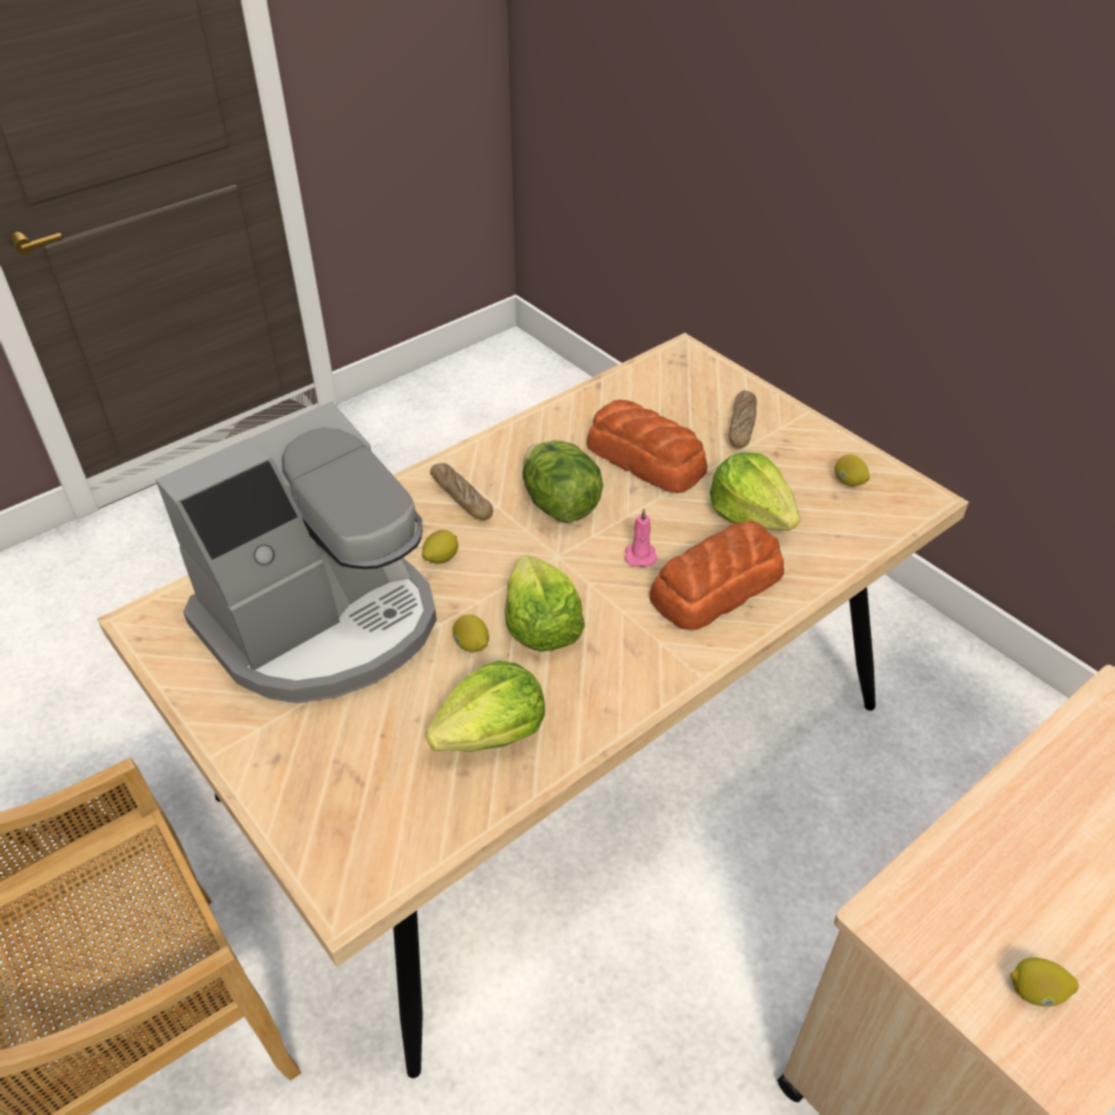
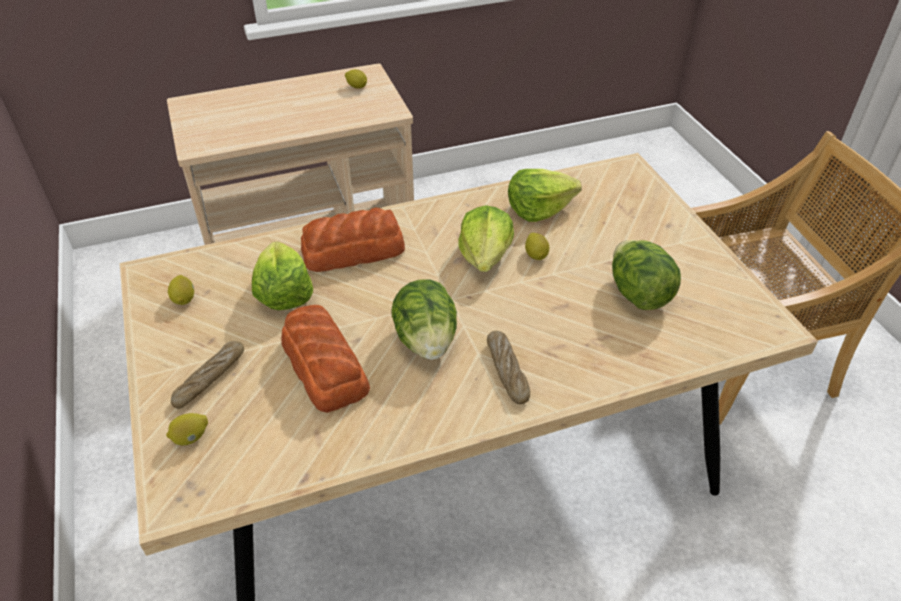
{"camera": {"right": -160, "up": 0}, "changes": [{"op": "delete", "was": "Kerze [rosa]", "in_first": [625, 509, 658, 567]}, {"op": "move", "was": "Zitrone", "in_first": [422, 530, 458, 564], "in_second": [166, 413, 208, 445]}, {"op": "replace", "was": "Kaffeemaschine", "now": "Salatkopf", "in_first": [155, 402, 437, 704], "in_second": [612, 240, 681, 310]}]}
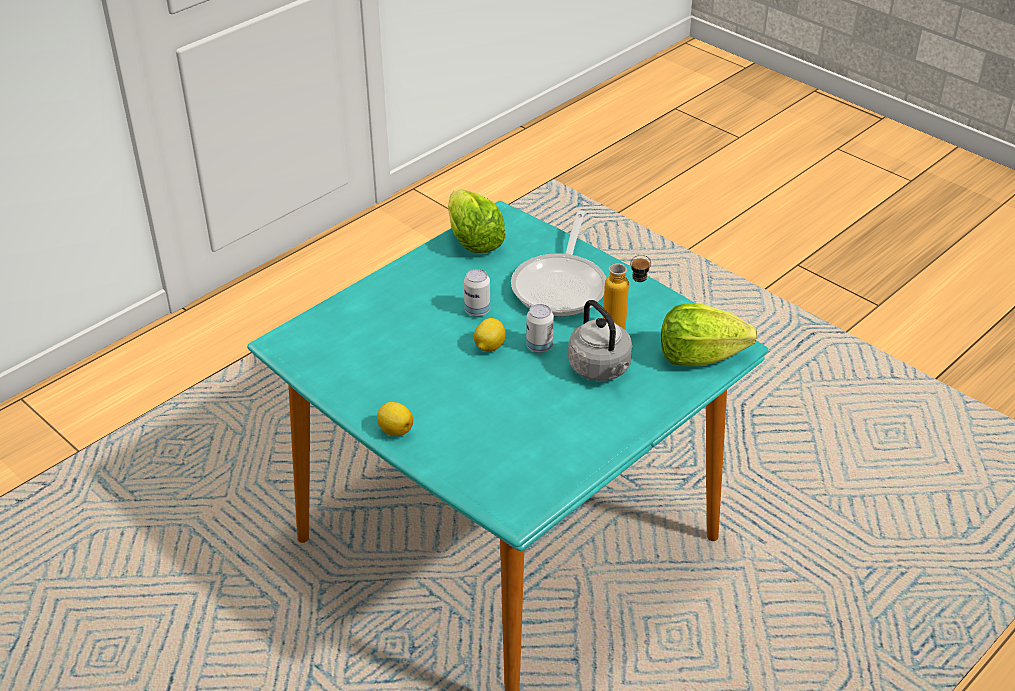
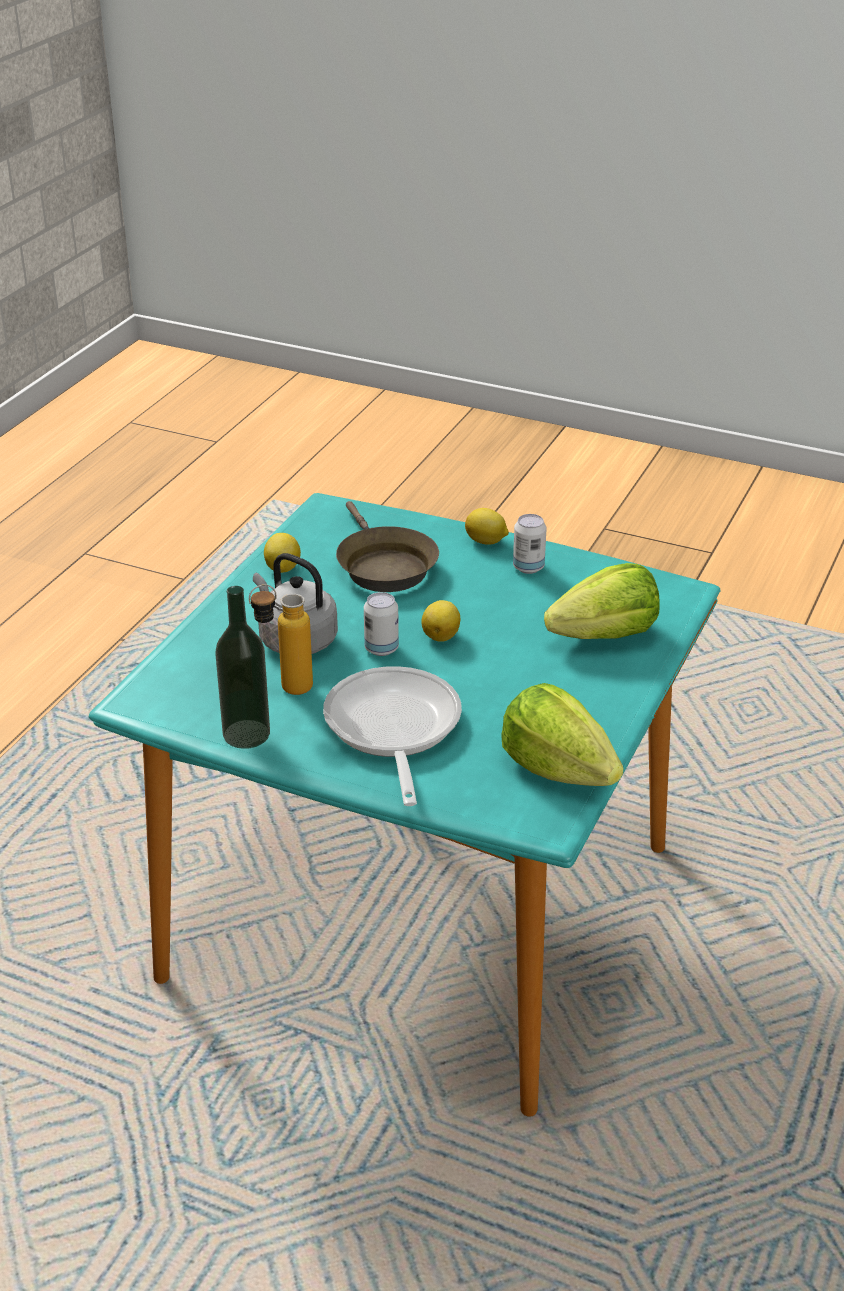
{"camera": {"right": 160, "up": -5}, "changes": [{"op": "insert", "now": "Flasche", "in_second": [215, 586, 270, 749]}, {"op": "insert", "now": "Zitrone", "in_second": [264, 533, 301, 573]}, {"op": "insert", "now": "Pfanne [braun]", "in_second": [336, 501, 439, 592]}, {"op": "move", "was": "Dose", "in_first": [464, 269, 490, 317], "in_second": [513, 514, 547, 574]}, {"op": "move", "was": "Salatkopf", "in_first": [661, 304, 758, 366], "in_second": [544, 563, 660, 639]}]}
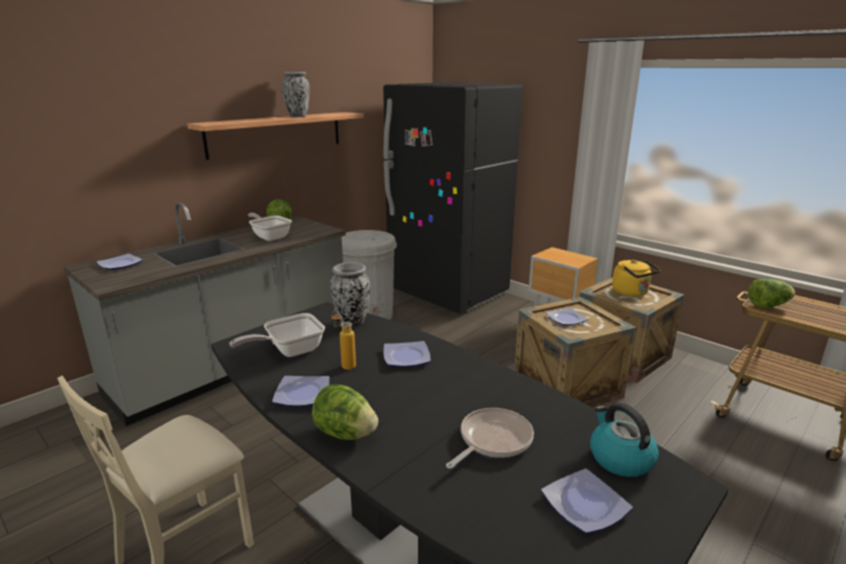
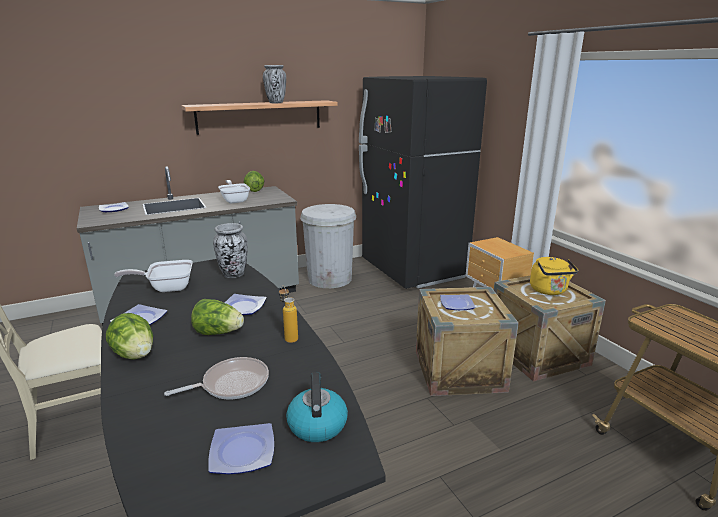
{"camera": {"right": 20, "up": 0}, "changes": [{"op": "move", "was": "Flasche", "in_first": [331, 310, 356, 370], "in_second": [279, 285, 298, 343]}, {"op": "move", "was": "Salatkopf", "in_first": [748, 279, 795, 308], "in_second": [191, 299, 244, 335]}]}
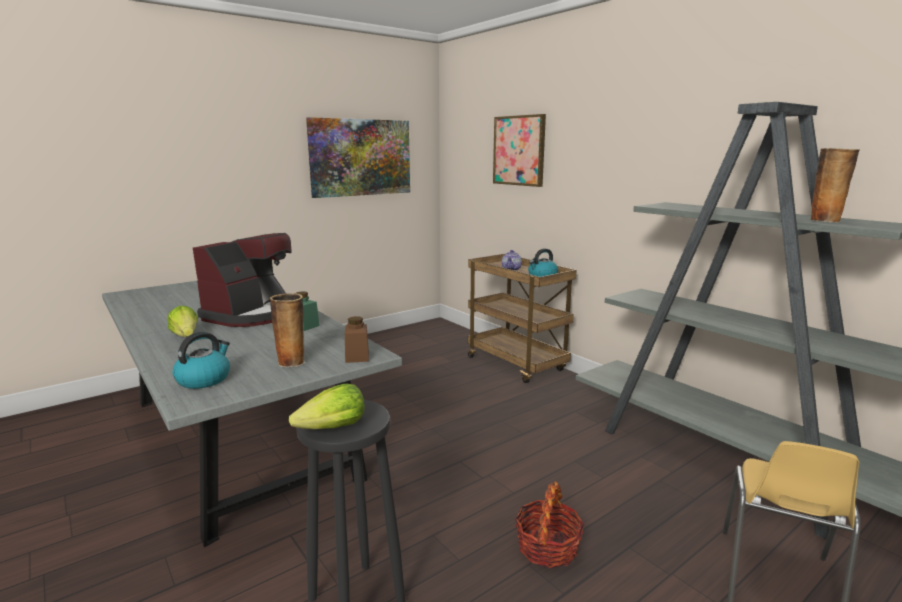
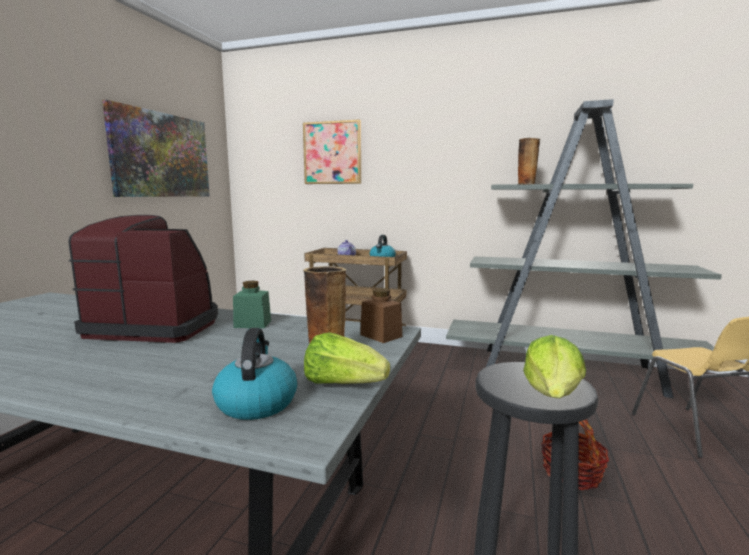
{"camera": {"right": -35, "up": -5}, "changes": [{"op": "move", "was": "Salatkopf", "in_first": [168, 306, 198, 337], "in_second": [304, 332, 390, 384]}, {"op": "move", "was": "Vase", "in_first": [810, 148, 860, 223], "in_second": [518, 138, 540, 184]}, {"op": "rotate", "was": "Kaffeemaschine", "in_first": [193, 233, 292, 327], "in_second": [68, 215, 218, 343], "clockwise": -75}]}
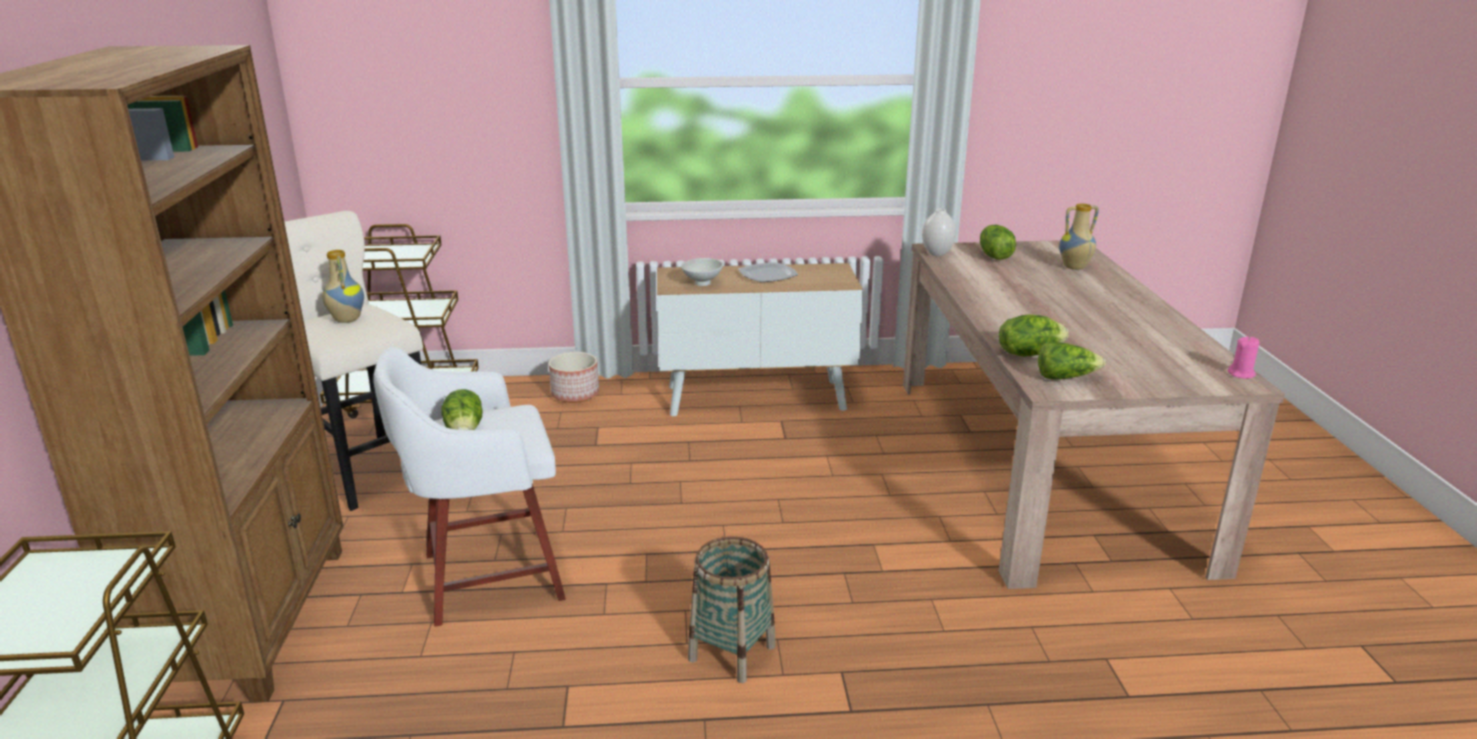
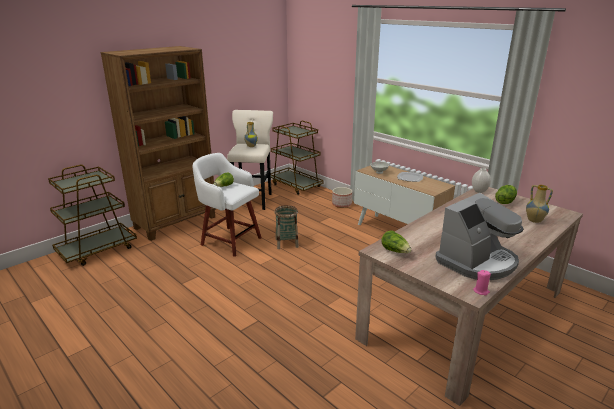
{"camera": {"right": 50, "up": 0}, "changes": [{"op": "delete", "was": "Salatkopf", "in_first": [999, 314, 1068, 357]}, {"op": "insert", "now": "Kaffeemaschine", "in_second": [435, 193, 523, 280]}, {"op": "move", "was": "Korb", "in_first": [688, 536, 776, 683], "in_second": [275, 205, 299, 249]}]}
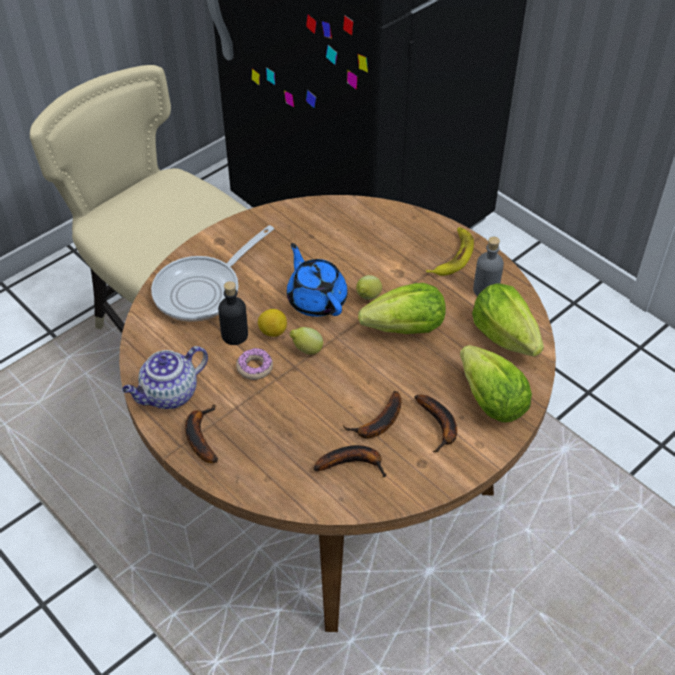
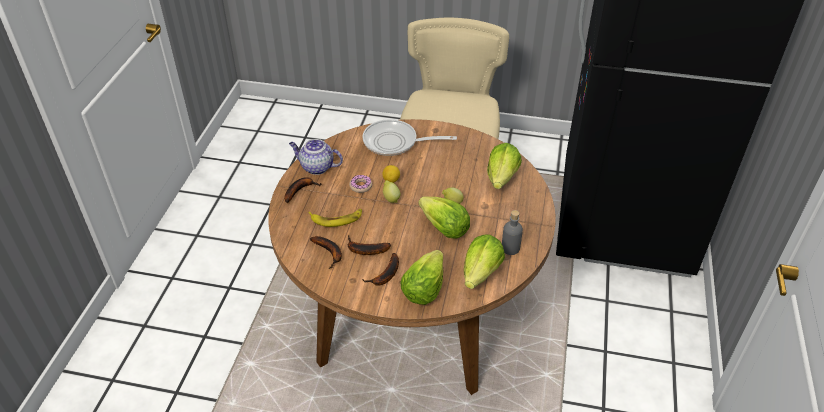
{"camera": {"right": 55, "up": -5}, "changes": [{"op": "delete", "was": "Flasche [schwarz]", "in_first": [218, 281, 248, 345]}, {"op": "delete", "was": "Teekanne [blau]", "in_first": [287, 243, 348, 317]}, {"op": "insert", "now": "Salatkopf", "in_second": [487, 143, 522, 189]}, {"op": "move", "was": "Banane", "in_first": [426, 227, 474, 276], "in_second": [308, 209, 362, 227]}]}
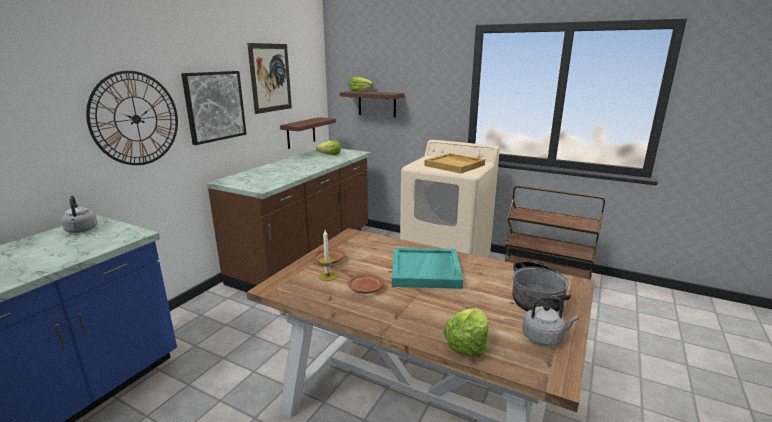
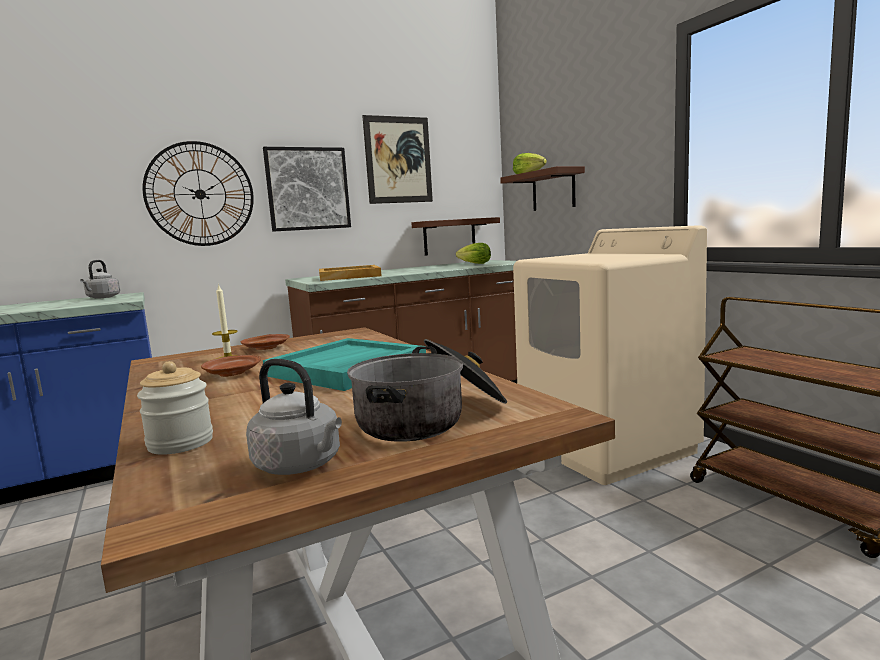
{"camera": {"right": 35, "up": -10}, "changes": [{"op": "move", "was": "Tablett [beige]", "in_first": [424, 153, 485, 174], "in_second": [319, 265, 381, 281]}, {"op": "replace", "was": "Salatkopf", "now": "Vorratsglas", "in_first": [443, 308, 489, 356], "in_second": [137, 361, 213, 455]}]}
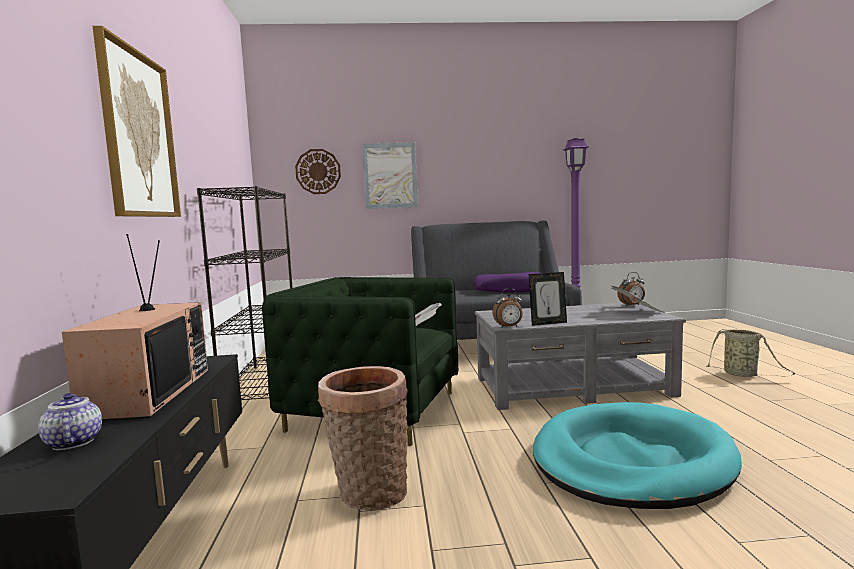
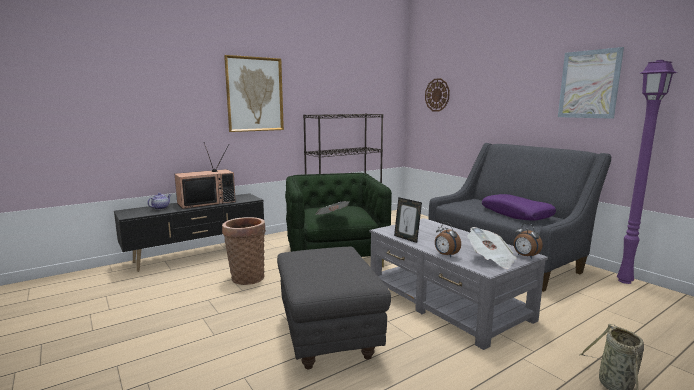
{"camera": {"right": 60, "up": 5}, "changes": [{"op": "move", "was": "Bild", "in_first": [362, 142, 418, 209], "in_second": [558, 47, 624, 119]}, {"op": "move", "was": "Wecker", "in_first": [492, 288, 523, 328], "in_second": [435, 222, 461, 257]}, {"op": "replace", "was": "Hundebett [türkis]", "now": "Polsterhocker [grau]", "in_first": [533, 402, 742, 509], "in_second": [277, 247, 391, 369]}]}
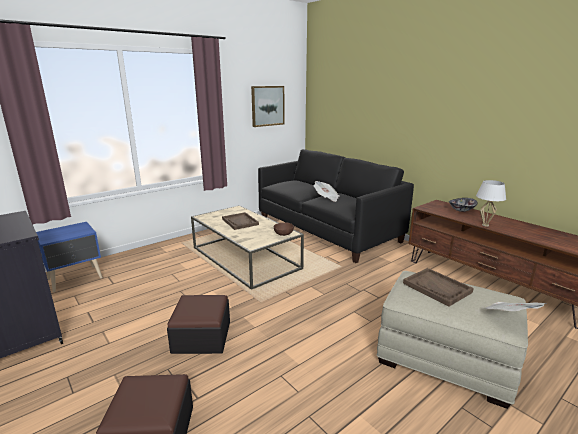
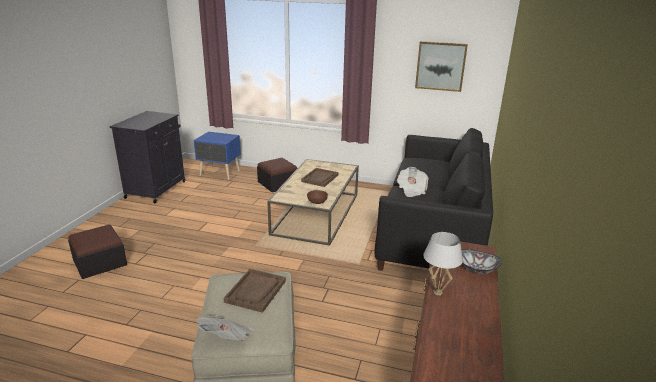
{"camera": {"right": 55, "up": 5}, "changes": [{"op": "move", "was": "Polsterhocker", "in_first": [167, 295, 230, 354], "in_second": [257, 158, 297, 192]}]}
